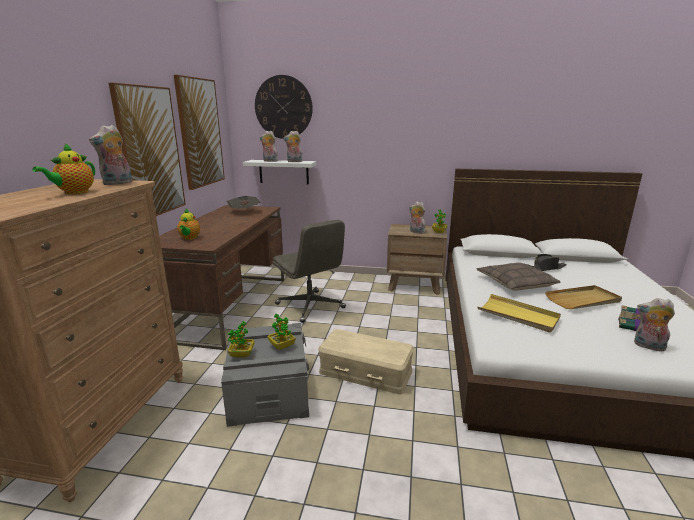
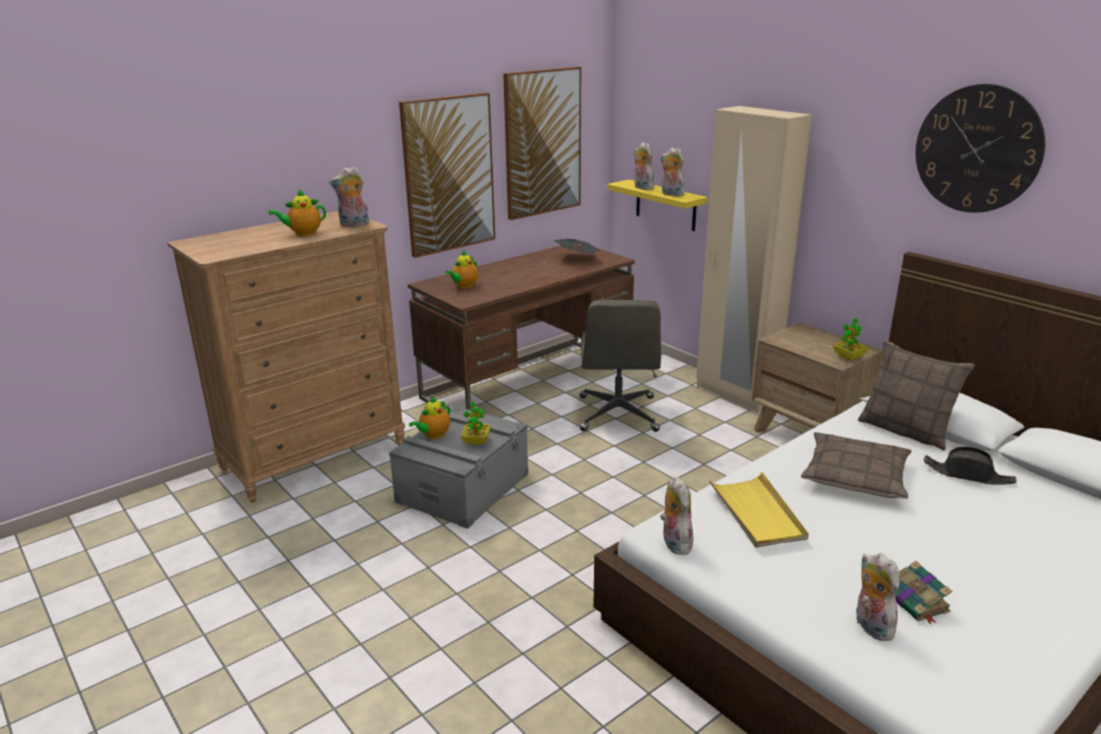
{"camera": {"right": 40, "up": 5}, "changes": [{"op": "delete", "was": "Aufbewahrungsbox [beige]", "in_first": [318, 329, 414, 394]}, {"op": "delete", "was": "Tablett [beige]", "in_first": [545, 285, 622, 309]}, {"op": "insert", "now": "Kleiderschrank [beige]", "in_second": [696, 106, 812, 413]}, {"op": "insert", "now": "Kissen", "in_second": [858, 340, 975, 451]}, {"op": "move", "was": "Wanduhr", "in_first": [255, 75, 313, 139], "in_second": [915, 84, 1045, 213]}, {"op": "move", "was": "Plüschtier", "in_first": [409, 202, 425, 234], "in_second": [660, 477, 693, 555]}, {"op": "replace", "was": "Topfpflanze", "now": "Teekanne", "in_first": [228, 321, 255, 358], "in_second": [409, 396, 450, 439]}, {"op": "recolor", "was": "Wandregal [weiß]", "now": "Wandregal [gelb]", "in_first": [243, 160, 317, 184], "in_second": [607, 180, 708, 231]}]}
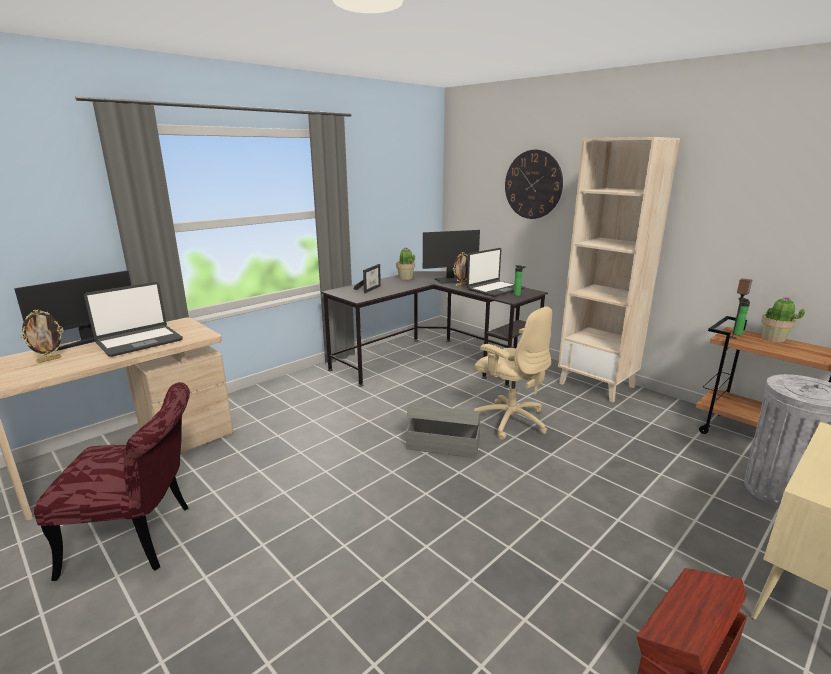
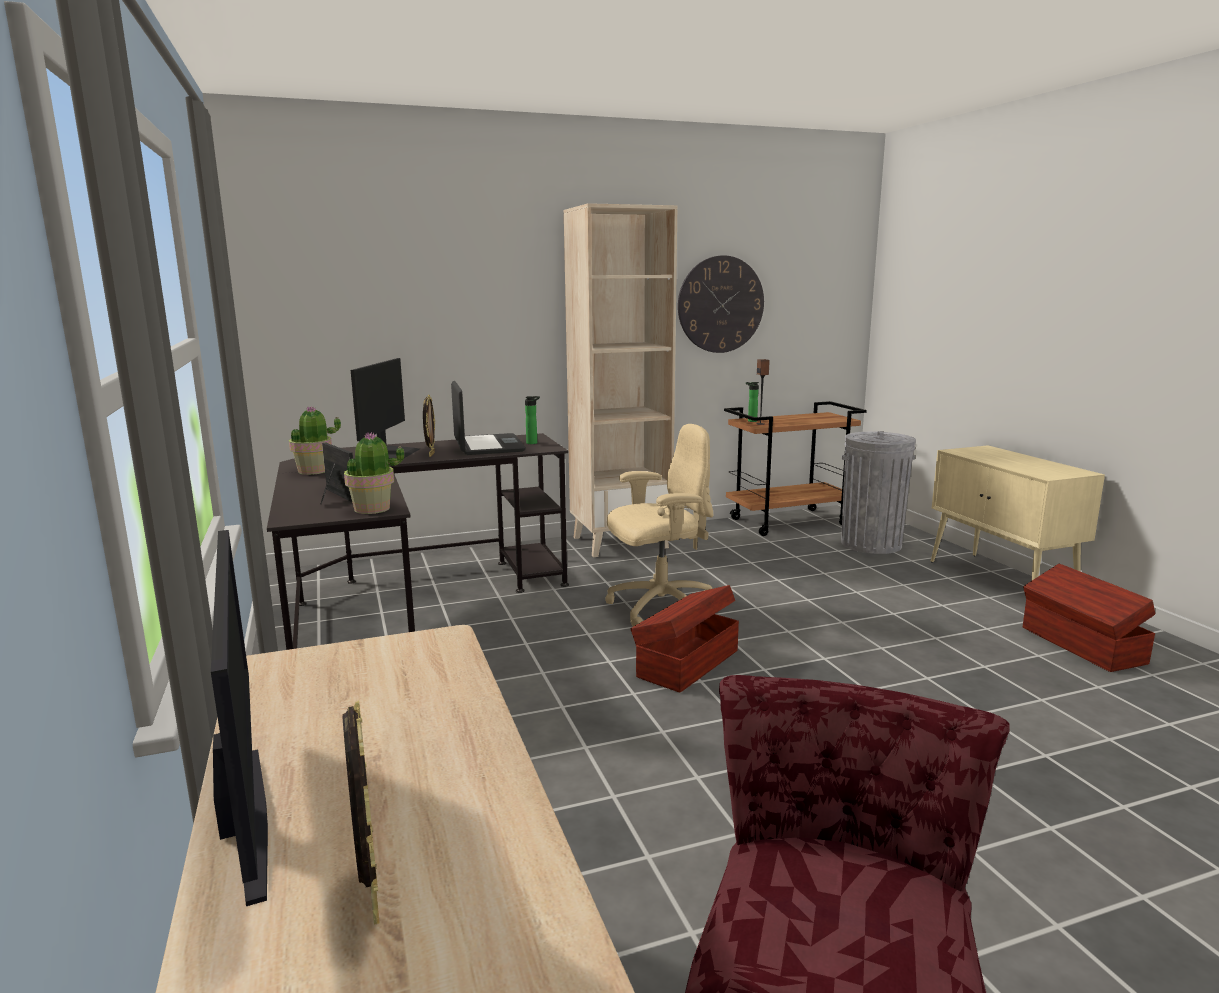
{"camera": {"right": -65, "up": -5}, "changes": [{"op": "delete", "was": "Laptop", "in_first": [84, 282, 183, 357]}, {"op": "move", "was": "Wanduhr", "in_first": [505, 150, 563, 219], "in_second": [678, 256, 764, 353]}, {"op": "move", "was": "Topfpflanze", "in_first": [761, 296, 805, 342], "in_second": [344, 432, 404, 514]}, {"op": "recolor", "was": "Aufbewahrungsbox [grau]", "now": "Aufbewahrungsbox [braun]", "in_first": [406, 405, 481, 458], "in_second": [630, 585, 739, 693]}]}
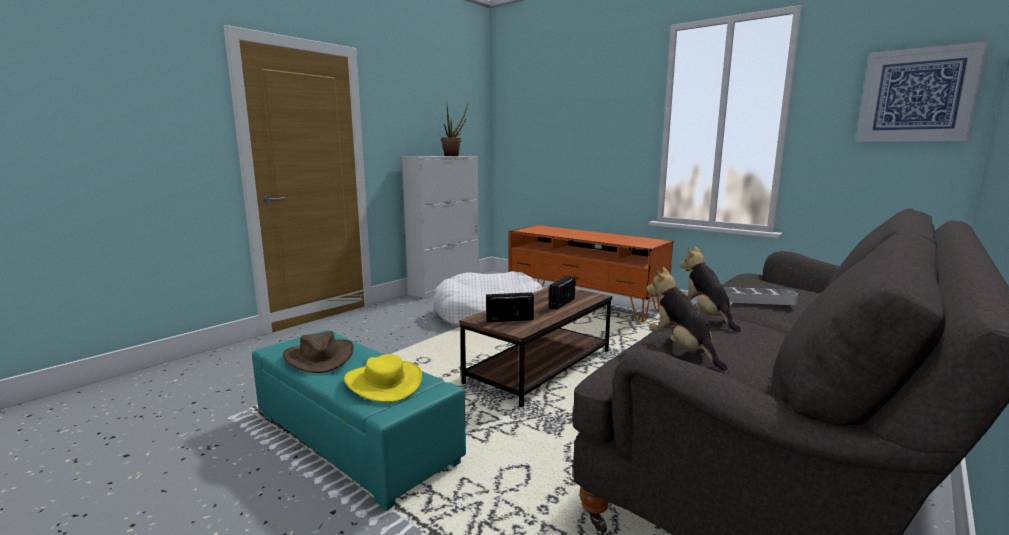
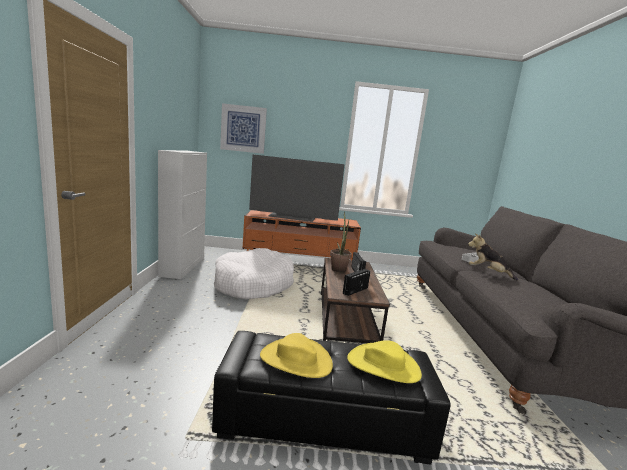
{"camera": {"right": -40, "up": 0}, "changes": [{"op": "delete", "was": "Plüschtier", "in_first": [646, 267, 728, 371]}, {"op": "insert", "now": "Fernseher", "in_second": [249, 155, 345, 222]}, {"op": "move", "was": "Topfpflanze", "in_first": [441, 104, 468, 156], "in_second": [330, 212, 352, 273]}, {"op": "move", "was": "Bild", "in_first": [856, 41, 989, 142], "in_second": [220, 103, 267, 154]}, {"op": "recolor", "was": "Polsterhocker [türkis]", "now": "Polsterhocker [schwarz]", "in_first": [252, 330, 466, 511], "in_second": [212, 331, 451, 465]}, {"op": "recolor", "was": "Hut [braun]", "now": "Hut [gelb]", "in_first": [283, 331, 354, 373], "in_second": [260, 333, 333, 378]}]}
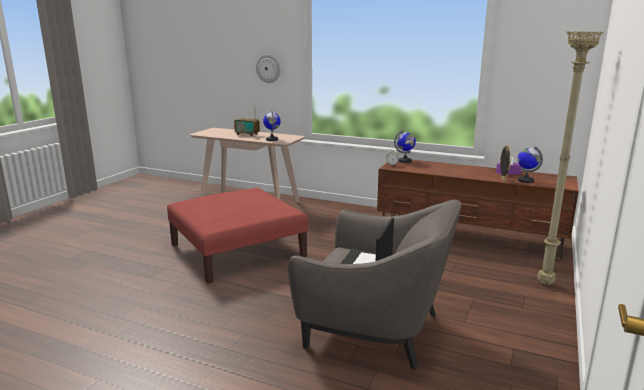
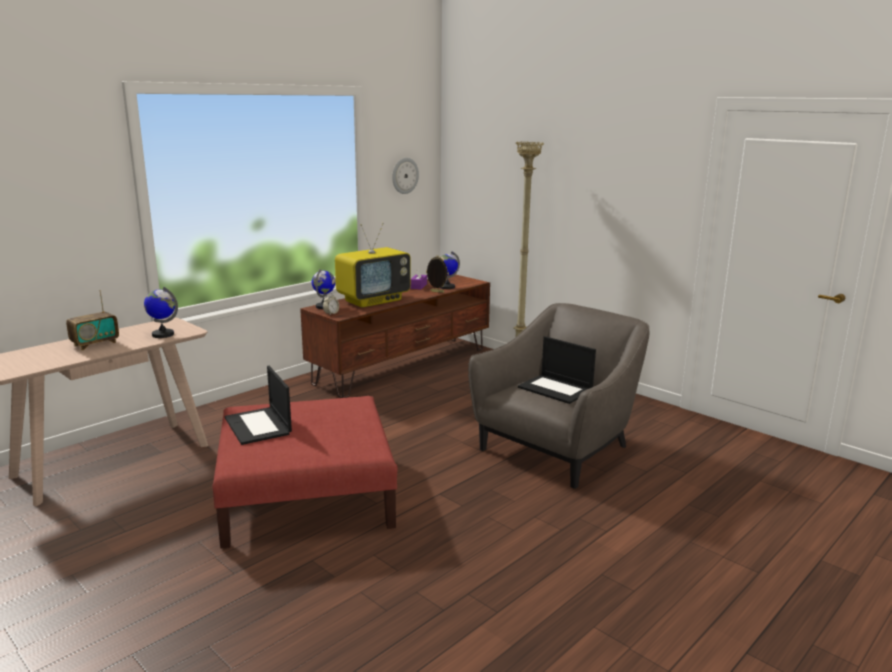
{"camera": {"right": -70, "up": 0}, "changes": [{"op": "insert", "now": "Laptop", "in_second": [225, 366, 292, 445]}, {"op": "insert", "now": "Fernseher", "in_second": [335, 223, 411, 308]}, {"op": "move", "was": "Wanduhr", "in_first": [256, 54, 281, 83], "in_second": [392, 158, 419, 194]}]}
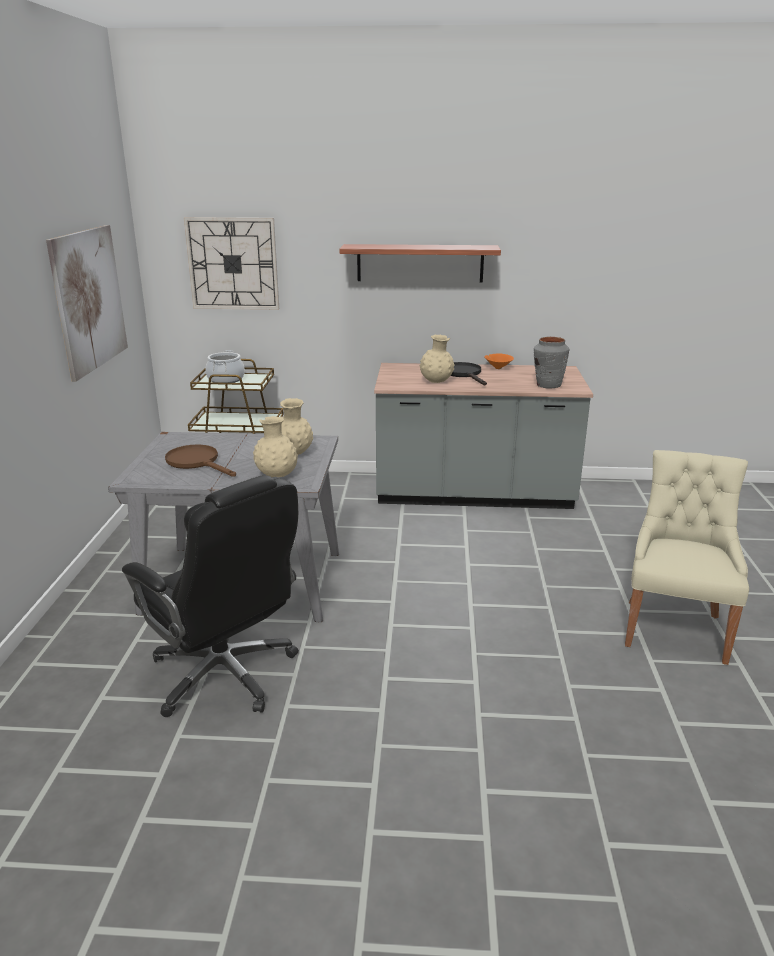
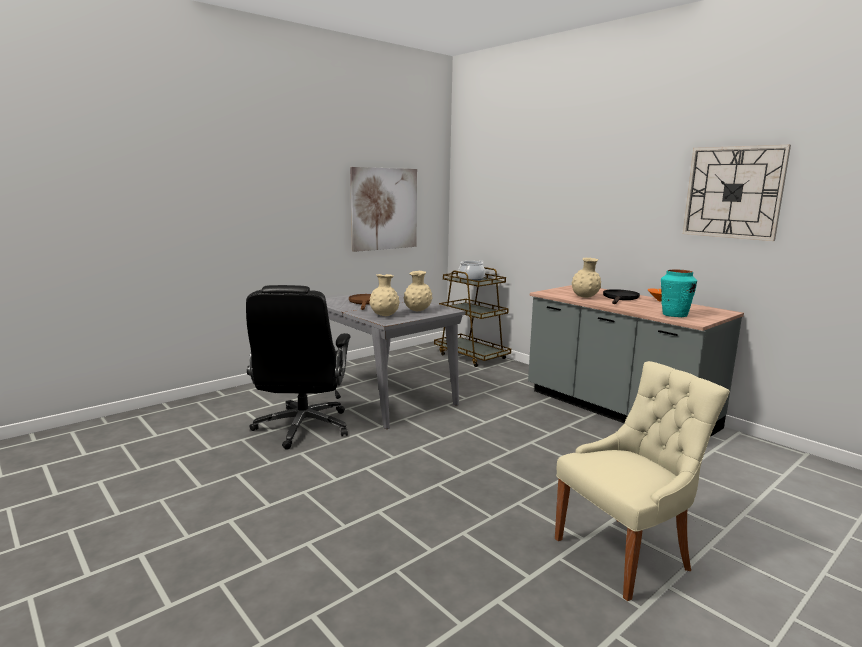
{"camera": {"right": 45, "up": -10}, "changes": [{"op": "delete", "was": "Wandregal", "in_first": [339, 244, 501, 283]}, {"op": "move", "was": "Wanduhr", "in_first": [184, 217, 279, 310], "in_second": [683, 145, 791, 241]}, {"op": "recolor", "was": "Vase [grau]", "now": "Vase [türkis]", "in_first": [533, 337, 570, 389], "in_second": [661, 269, 697, 317]}]}
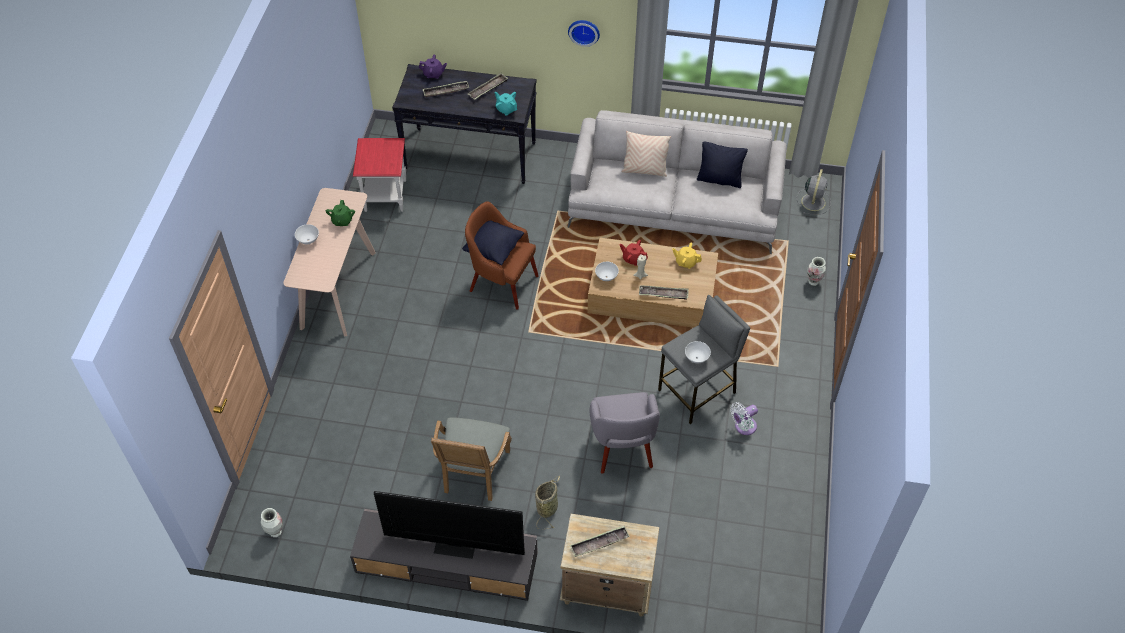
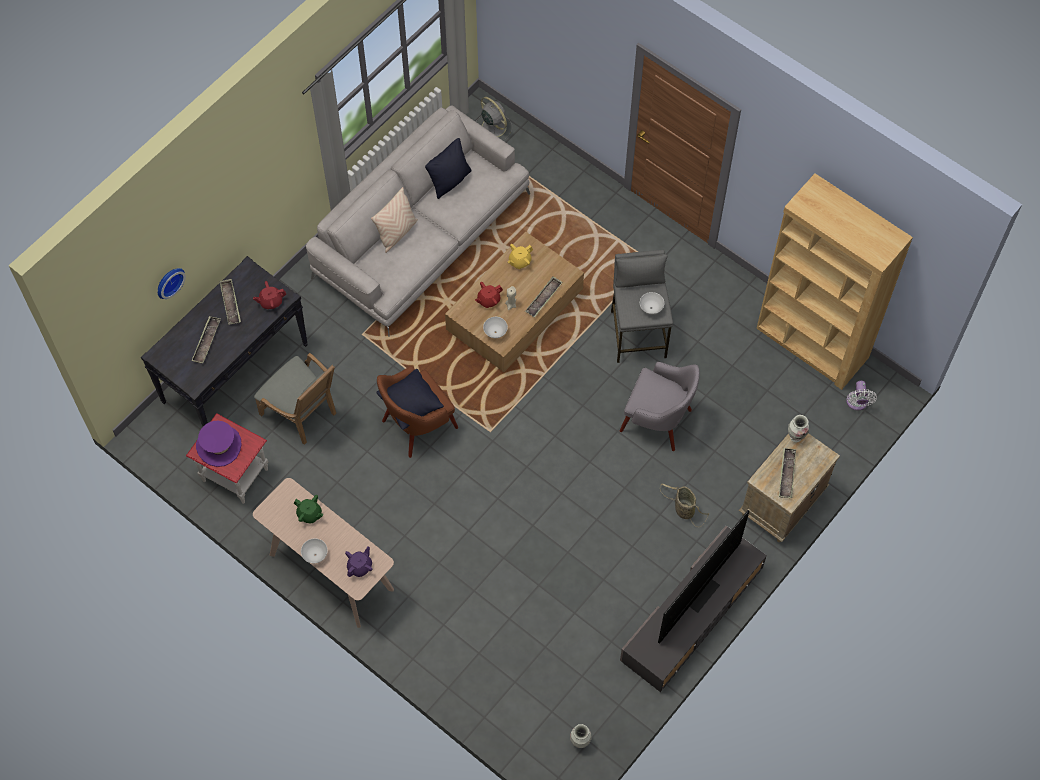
{"camera": {"right": -60, "up": 10}, "changes": [{"op": "insert", "now": "Hut [lila]", "in_second": [196, 421, 242, 467]}, {"op": "insert", "now": "Bücherregal [braun]", "in_second": [756, 174, 913, 390]}, {"op": "move", "was": "Teekanne [lila]", "in_first": [419, 54, 447, 79], "in_second": [345, 546, 372, 577]}, {"op": "move", "was": "Sessel [grau]", "in_first": [431, 417, 512, 501], "in_second": [254, 353, 336, 445]}, {"op": "move", "was": "Wanduhr", "in_first": [568, 20, 600, 47], "in_second": [158, 268, 186, 299]}, {"op": "move", "was": "Ventilator [weiß]", "in_first": [730, 402, 758, 435], "in_second": [846, 381, 877, 410]}, {"op": "move", "was": "Vase", "in_first": [807, 257, 826, 286], "in_second": [788, 415, 809, 442]}, {"op": "recolor", "was": "Teekanne [türkis]", "now": "Teekanne [rot]", "in_first": [495, 92, 517, 115], "in_second": [253, 281, 286, 309]}]}
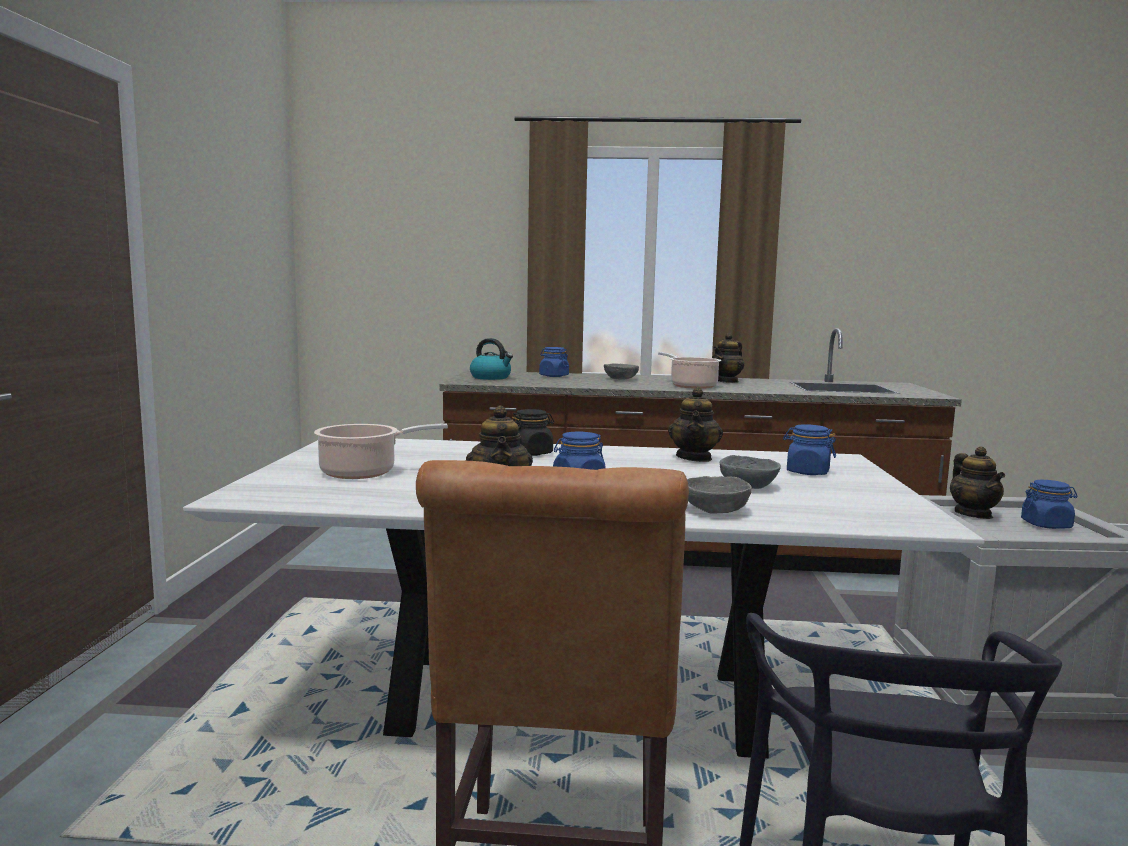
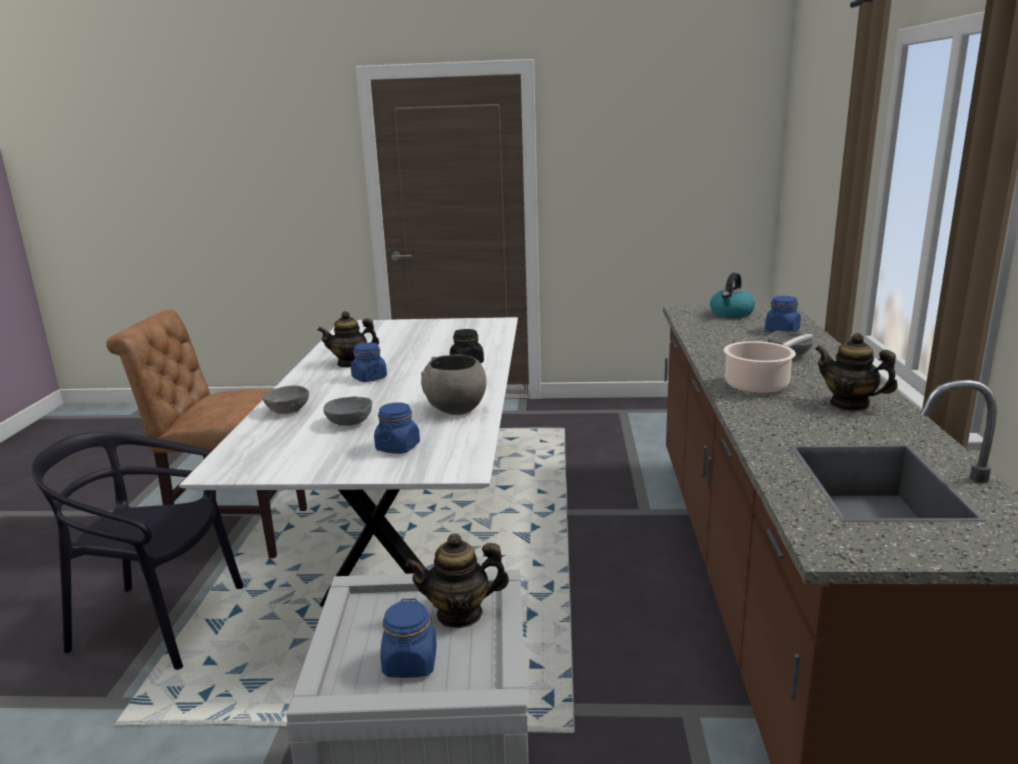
{"camera": {"right": 90, "up": 10}, "changes": [{"op": "delete", "was": "Kochtopf", "in_first": [314, 423, 448, 479]}, {"op": "replace", "was": "Teekanne", "now": "Schüssel [grau]", "in_first": [668, 387, 723, 462], "in_second": [421, 354, 486, 415]}]}
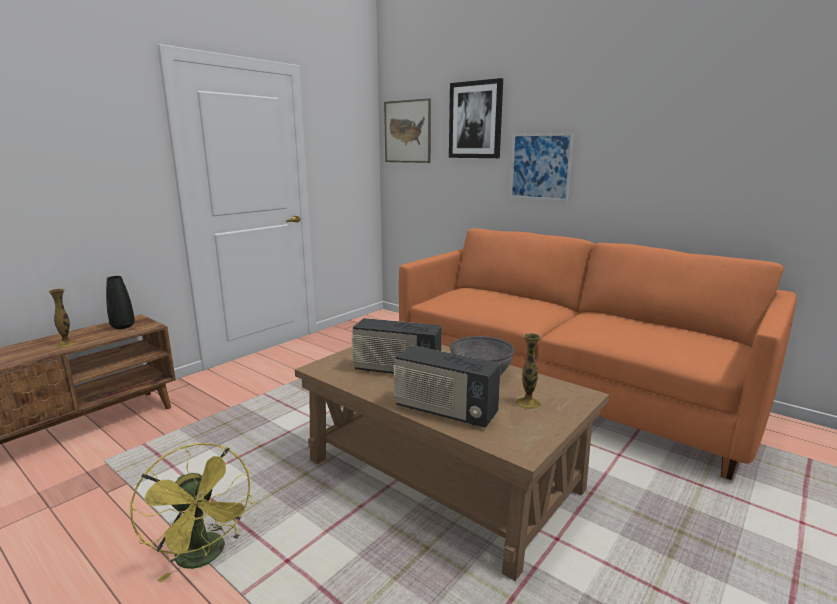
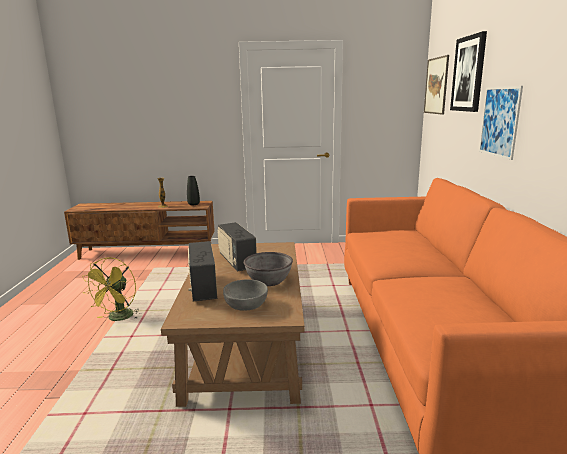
{"camera": {"right": 50, "up": 0}, "changes": [{"op": "replace", "was": "Vase", "now": "Schüssel [grau]", "in_first": [516, 333, 541, 409], "in_second": [223, 279, 268, 311]}]}
